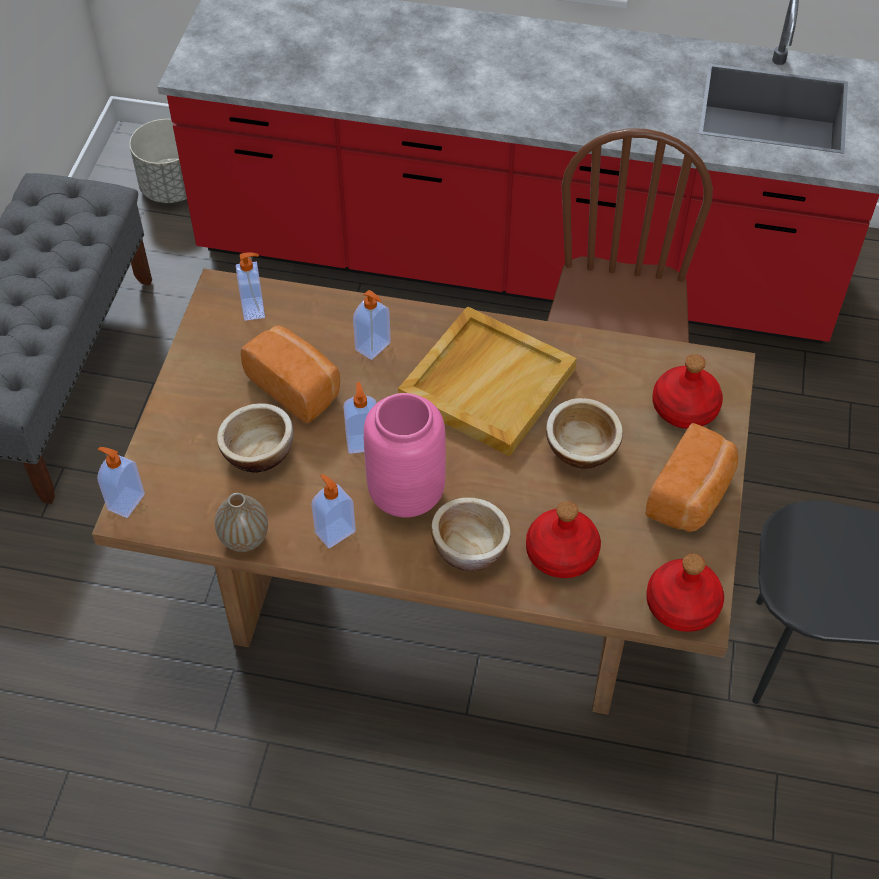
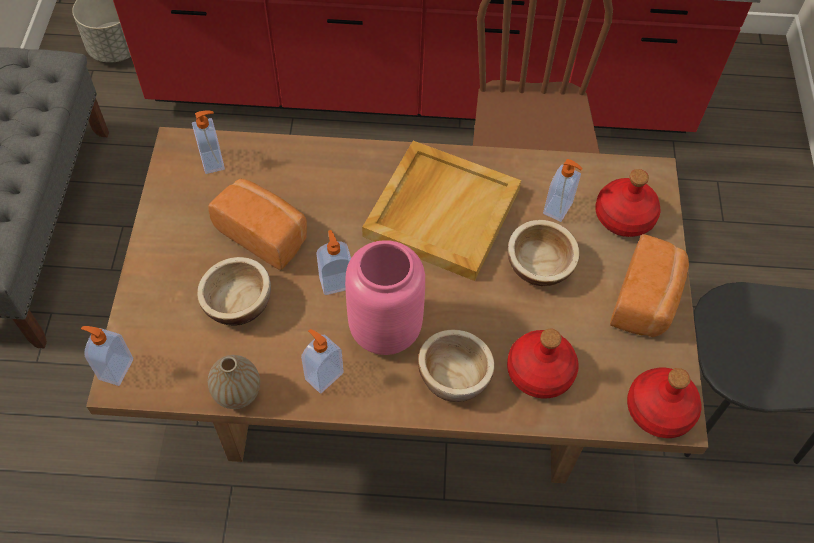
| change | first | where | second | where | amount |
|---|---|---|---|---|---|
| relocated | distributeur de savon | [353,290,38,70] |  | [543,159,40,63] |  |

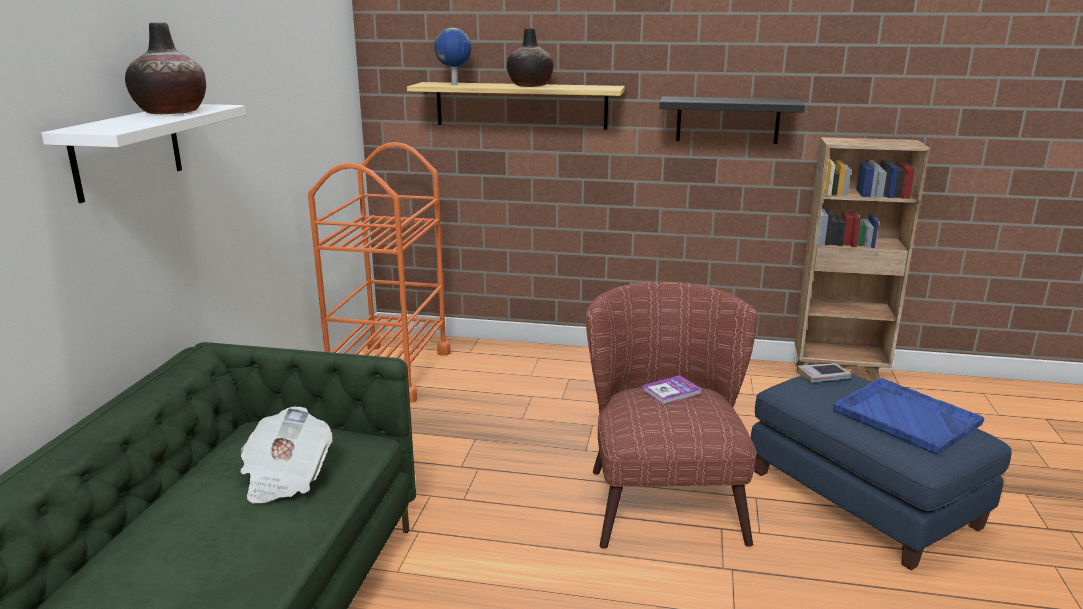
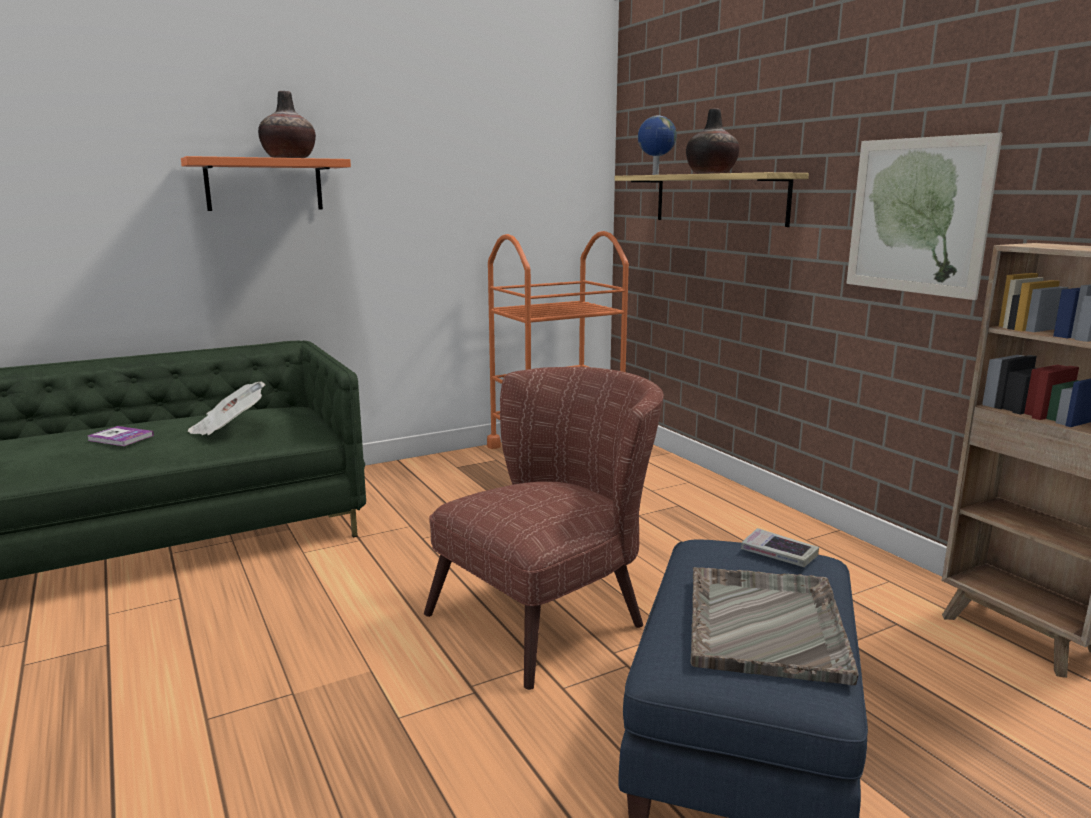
| change | first | where | second | where | amount |
|---|---|---|---|---|---|
| relocated | livre | [641,375,61,30] |  | [88,426,66,20] |  |
| exchanged | étagère [noir] | [659,96,146,48] | tableau | [847,133,156,167] |  |
| colour | étagère [blanc] | [41,104,205,99] | étagère [orange] | [181,156,170,55] |  |
| colour | plateau [bleu] | [833,378,151,76] | plateau [gris] | [690,567,169,118] |  |

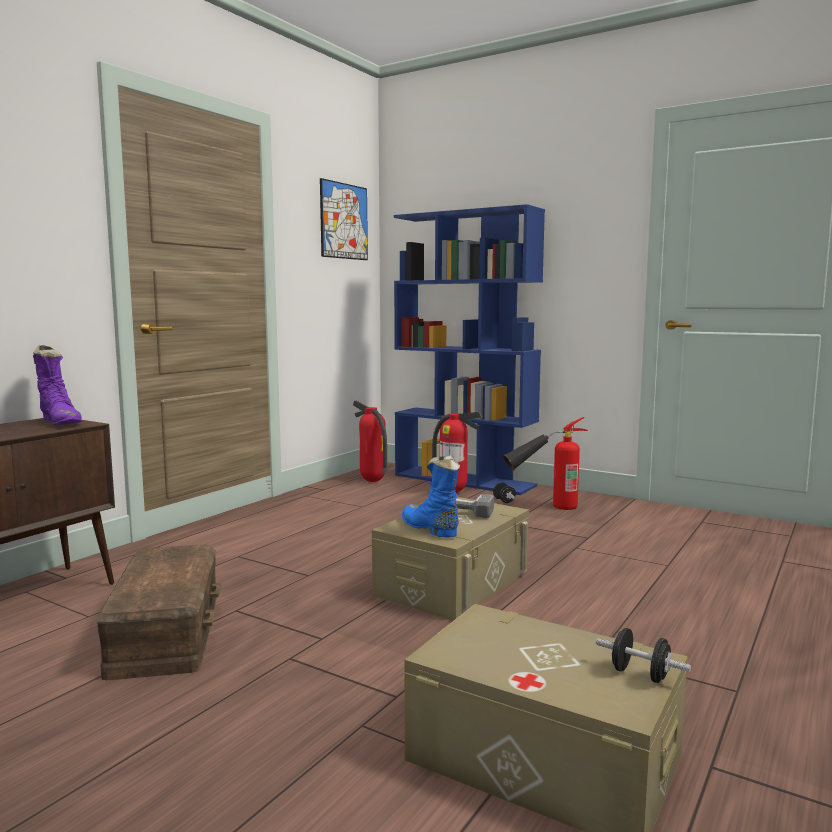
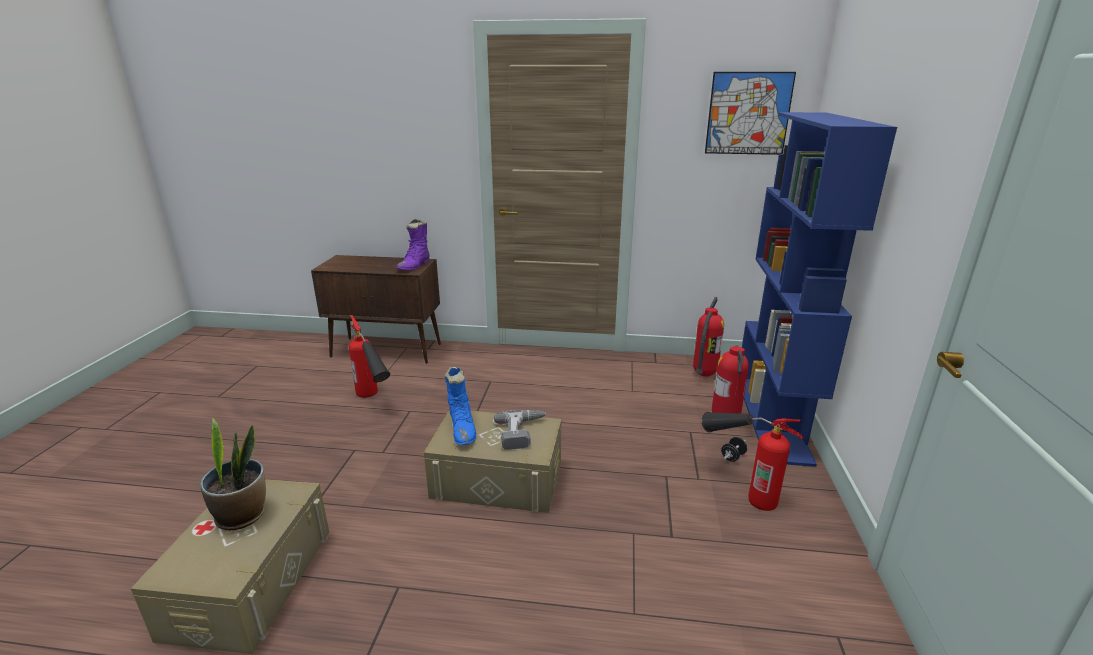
| change | first | where | second | where | amount |
|---|---|---|---|---|---|
| missing | haltère [noir] | [596,628,95,55] |  |  |  |
| appeared |  |  | plante en pot | [200,418,66,112] |  |
| exchanged | boîte de rangement [marron] | [96,545,125,135] | extincteur | [349,315,41,83] |  |
| spun | botte [bleu] | [402,455,58,83] |  | [445,367,31,78] | 135 degrees clockwise |

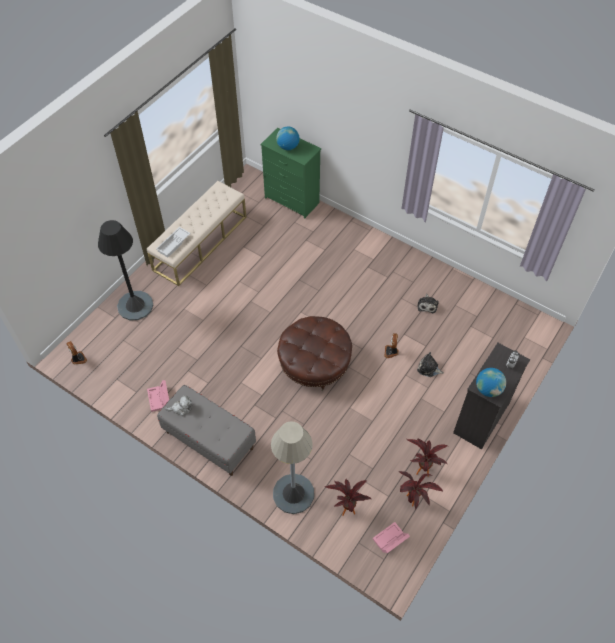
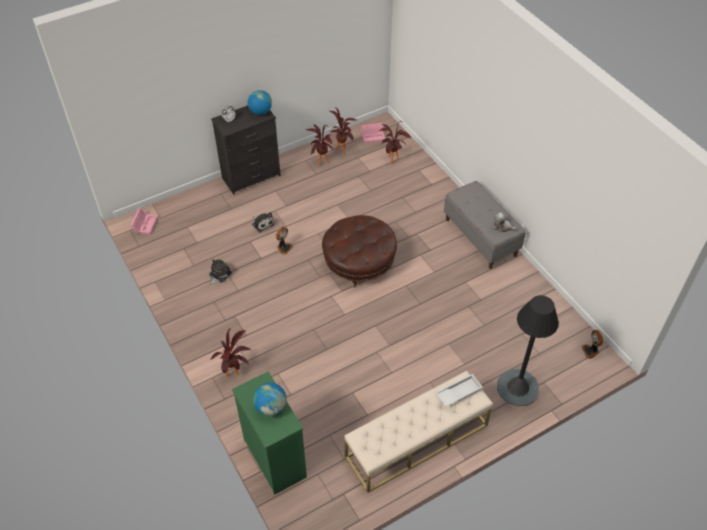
| change | first | where | second | where | amount |
|---|---|---|---|---|---|
| missing | lampadaire [gris] | [271,421,43,93] |  |  |  |
| appeared |  |  | plante en pot | [210,328,41,49] |  |
| relocated | boîte de rangement [rose] | [147,380,22,32] |  | [130,208,28,27] |  |

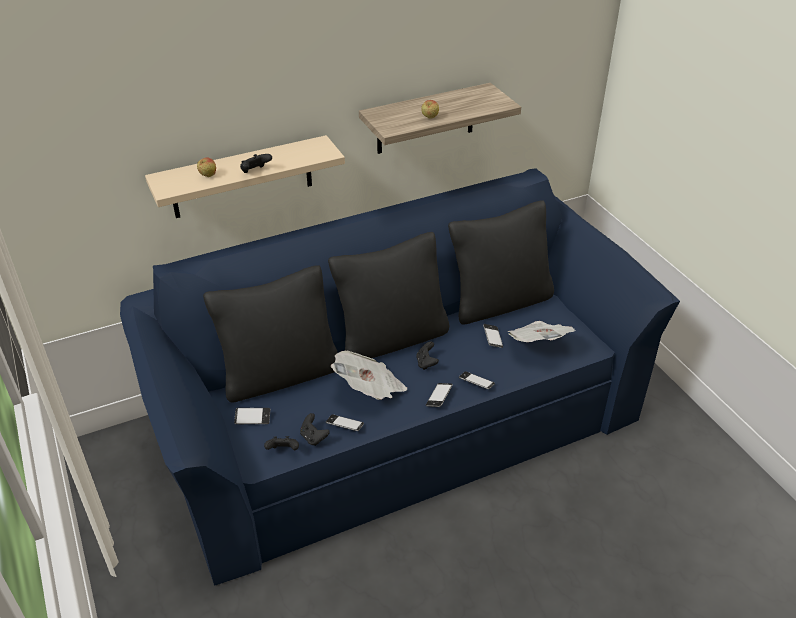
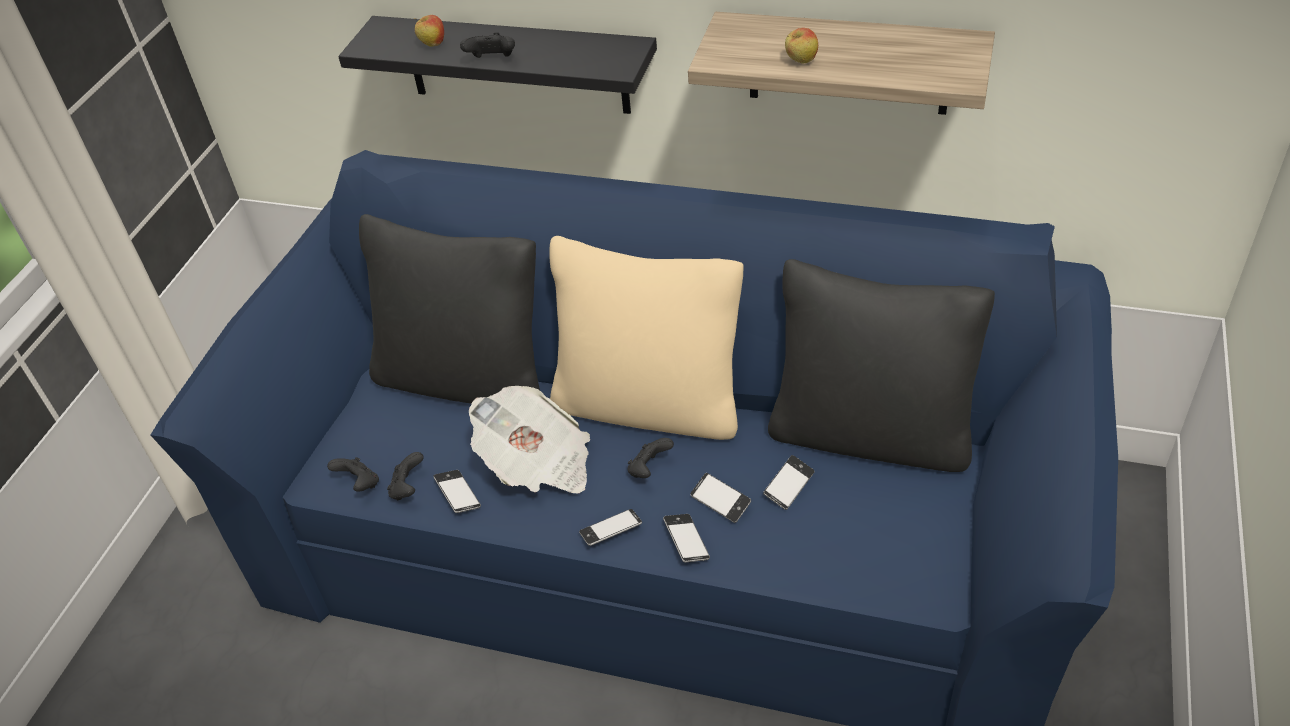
| change | first | where | second | where | amount |
|---|---|---|---|---|---|
| missing | journal | [507,321,68,21] |  |  |  |
| relocated | téléphone | [234,408,36,17] |  | [690,473,61,50] |  |
| colour | étagère [beige] | [145,135,200,83] | étagère [noir] | [338,16,319,98] |  |
| colour | coussin [noir] | [328,232,121,126] | coussin [beige] | [549,236,195,204] |  |

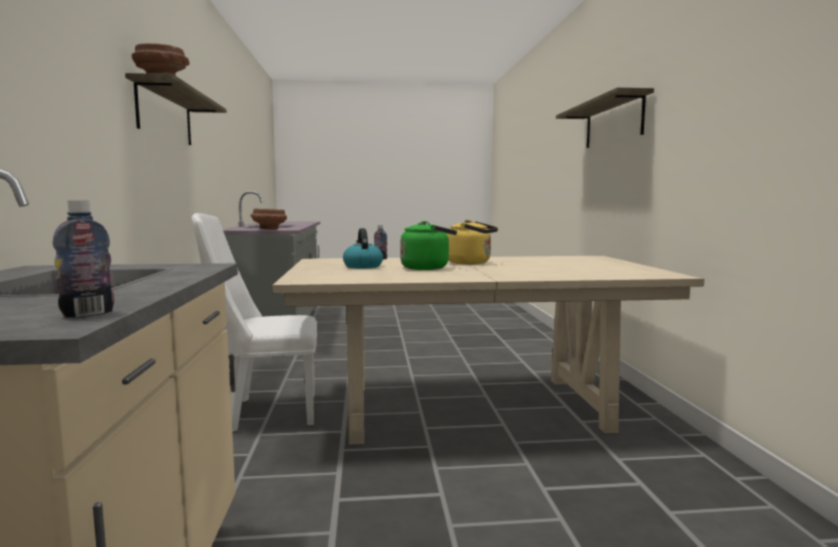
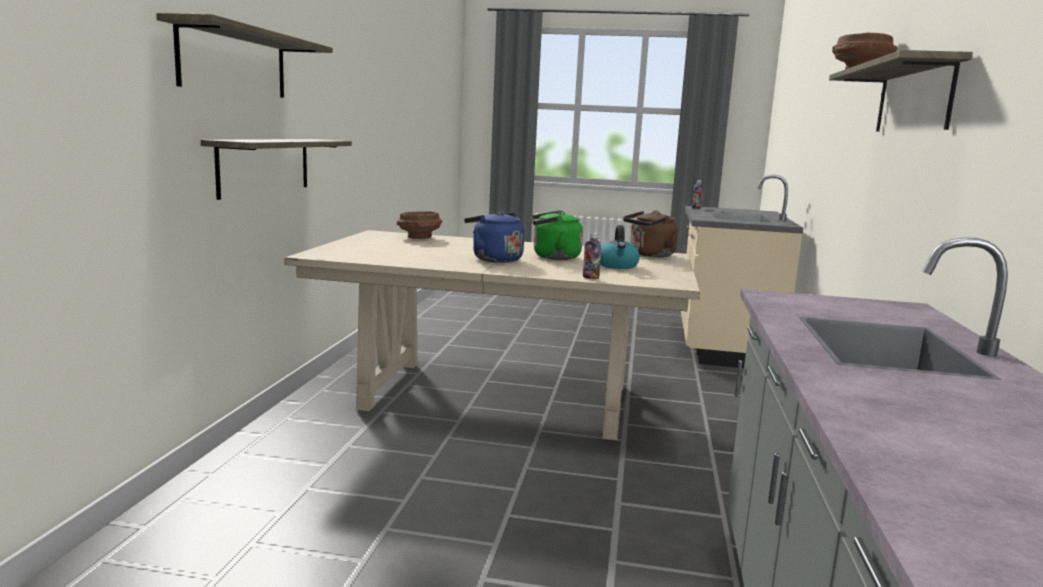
| change | first | where | second | where | amount |
|---|---|---|---|---|---|
| missing | chaise [blanc] | [192,213,125,219] |  |  |  |
| appeared |  |  | étagère | [201,139,151,61] |  |
| appeared |  |  | bouilloire [marron] | [623,211,55,46] |  |
| relocated | bol [marron] | [251,208,36,22] |  | [397,211,45,28] |  |
| colour | bouilloire [jaune] | [447,219,51,46] | bouilloire [bleu] | [464,211,60,52] |  |

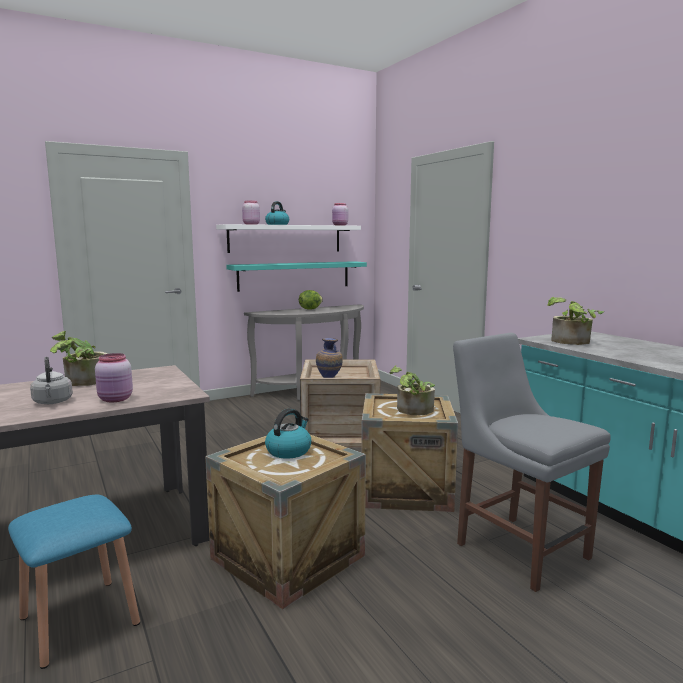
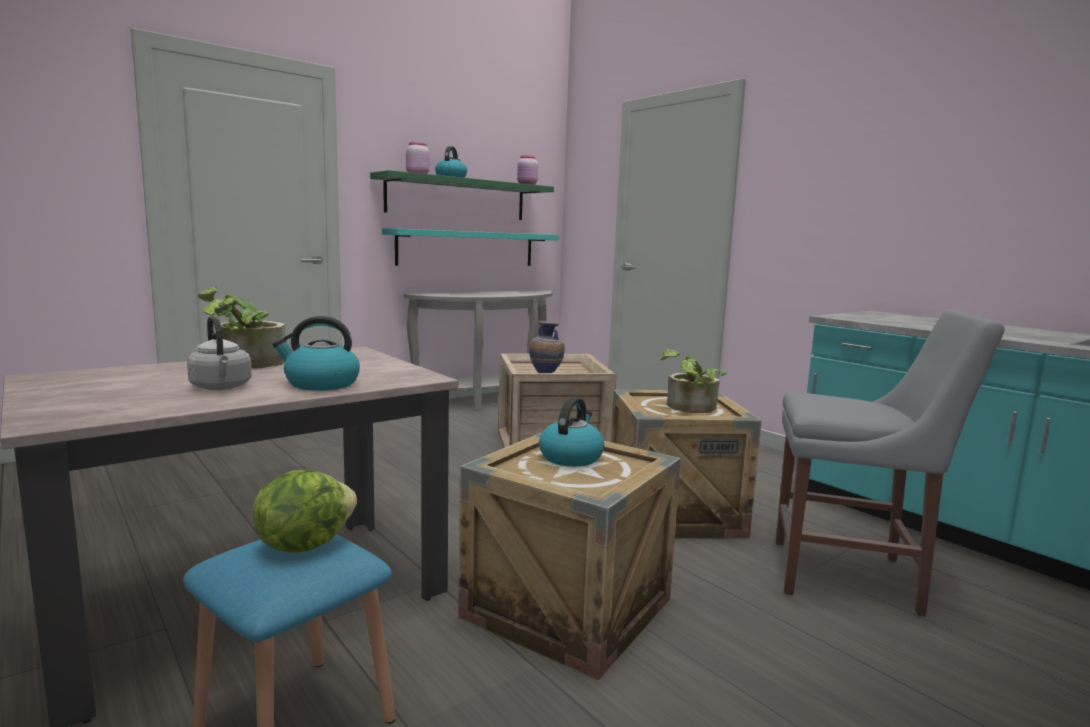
| change | first | where | second | where | amount |
|---|---|---|---|---|---|
| missing | plante en pot | [547,297,57,48] |  |  |  |
| relocated | laitue | [299,290,24,20] |  | [253,470,104,83] |  |
| exchanged | bocal [rose] | [95,353,38,49] | bouilloire | [272,316,88,75] |  |
| colour | étagère [blanc] | [216,224,145,29] | étagère [vert] | [370,170,184,50] |  |
| spun | chaise [gris] | [453,333,158,259] |  | [776,309,229,308] | 150 degrees clockwise |

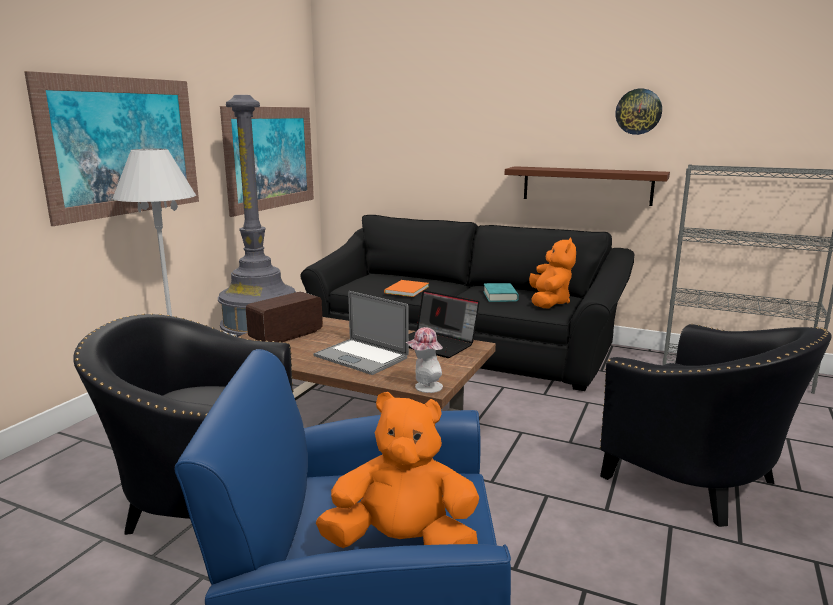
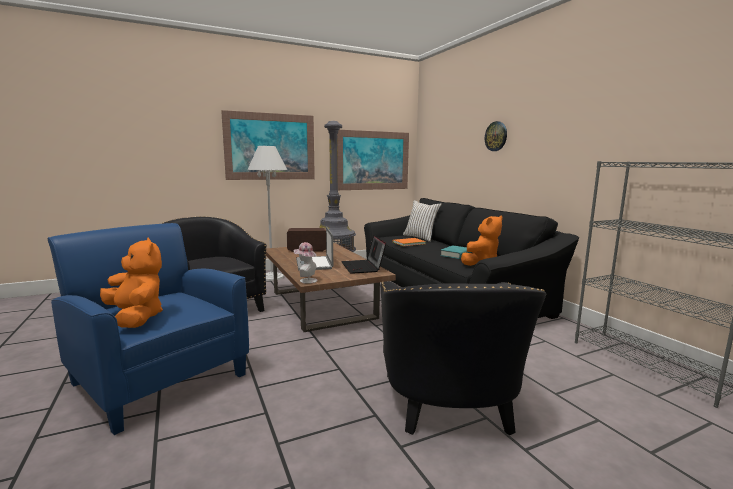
| change | first | where | second | where | amount |
|---|---|---|---|---|---|
| missing | étagère [marron] | [505,166,165,40] |  |  |  |
| appeared |  |  | coussin [blanc] | [403,201,39,41] |  |
| relocated | horloge murale | [615,89,47,46] |  | [485,121,22,30] |  |

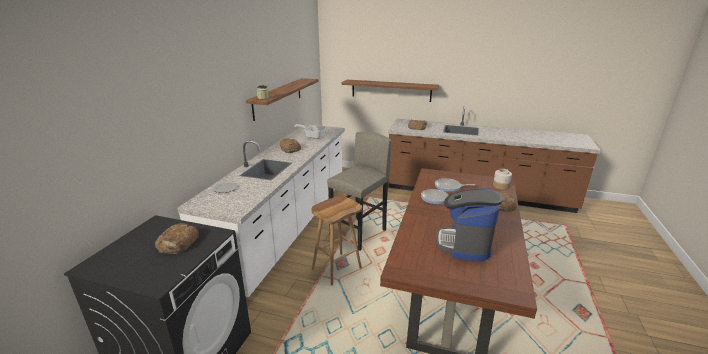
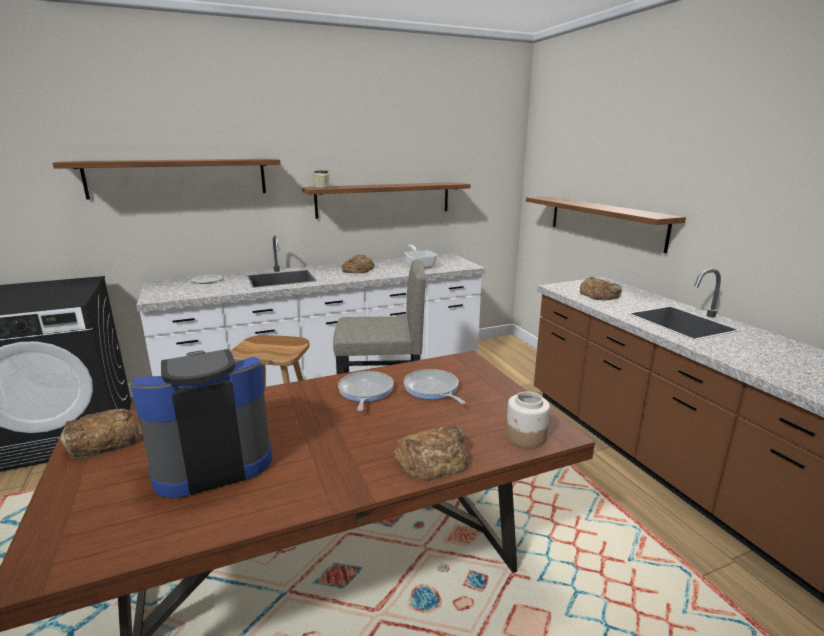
| change | first | where | second | where | amount |
|---|---|---|---|---|---|
| appeared |  |  | étagère | [53,159,228,41] |  |
| relocated | pain | [155,223,44,31] |  | [60,408,83,50] |  |

